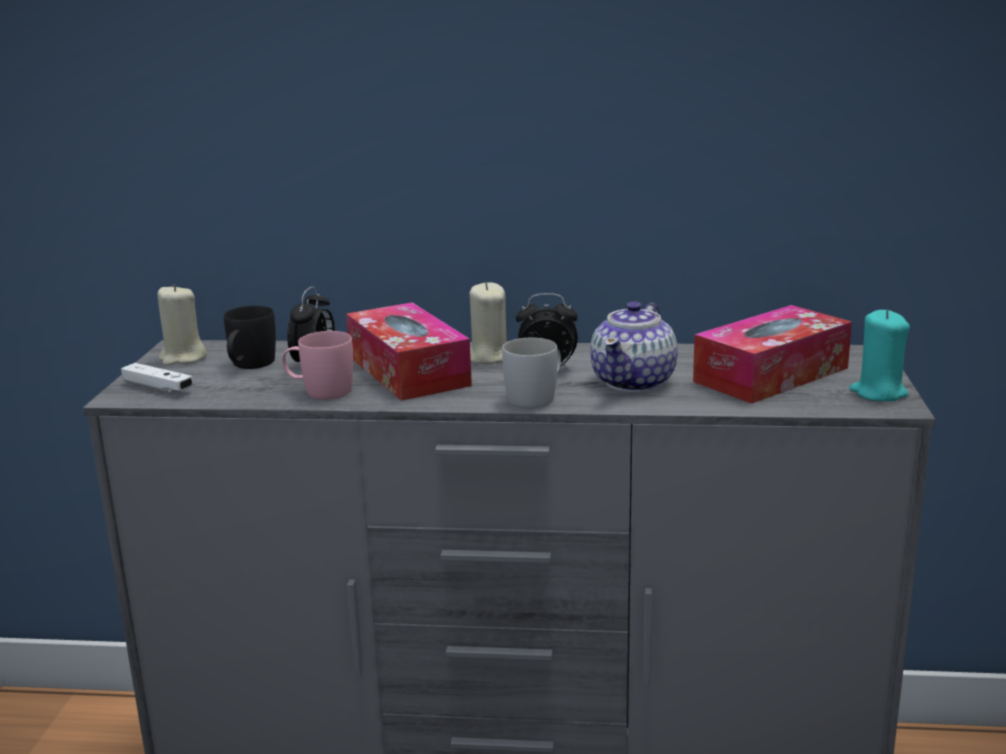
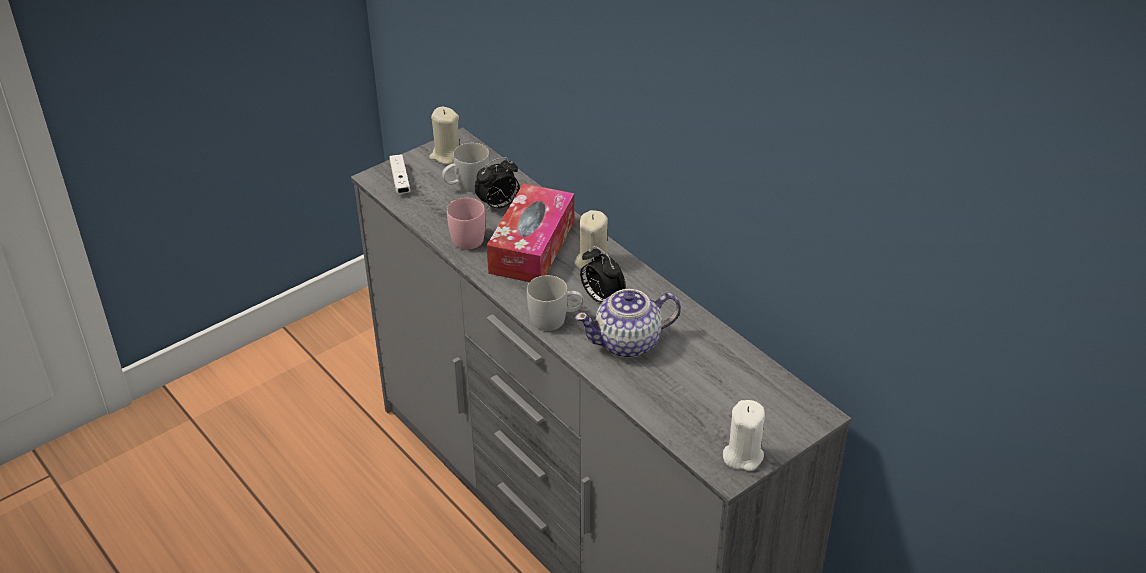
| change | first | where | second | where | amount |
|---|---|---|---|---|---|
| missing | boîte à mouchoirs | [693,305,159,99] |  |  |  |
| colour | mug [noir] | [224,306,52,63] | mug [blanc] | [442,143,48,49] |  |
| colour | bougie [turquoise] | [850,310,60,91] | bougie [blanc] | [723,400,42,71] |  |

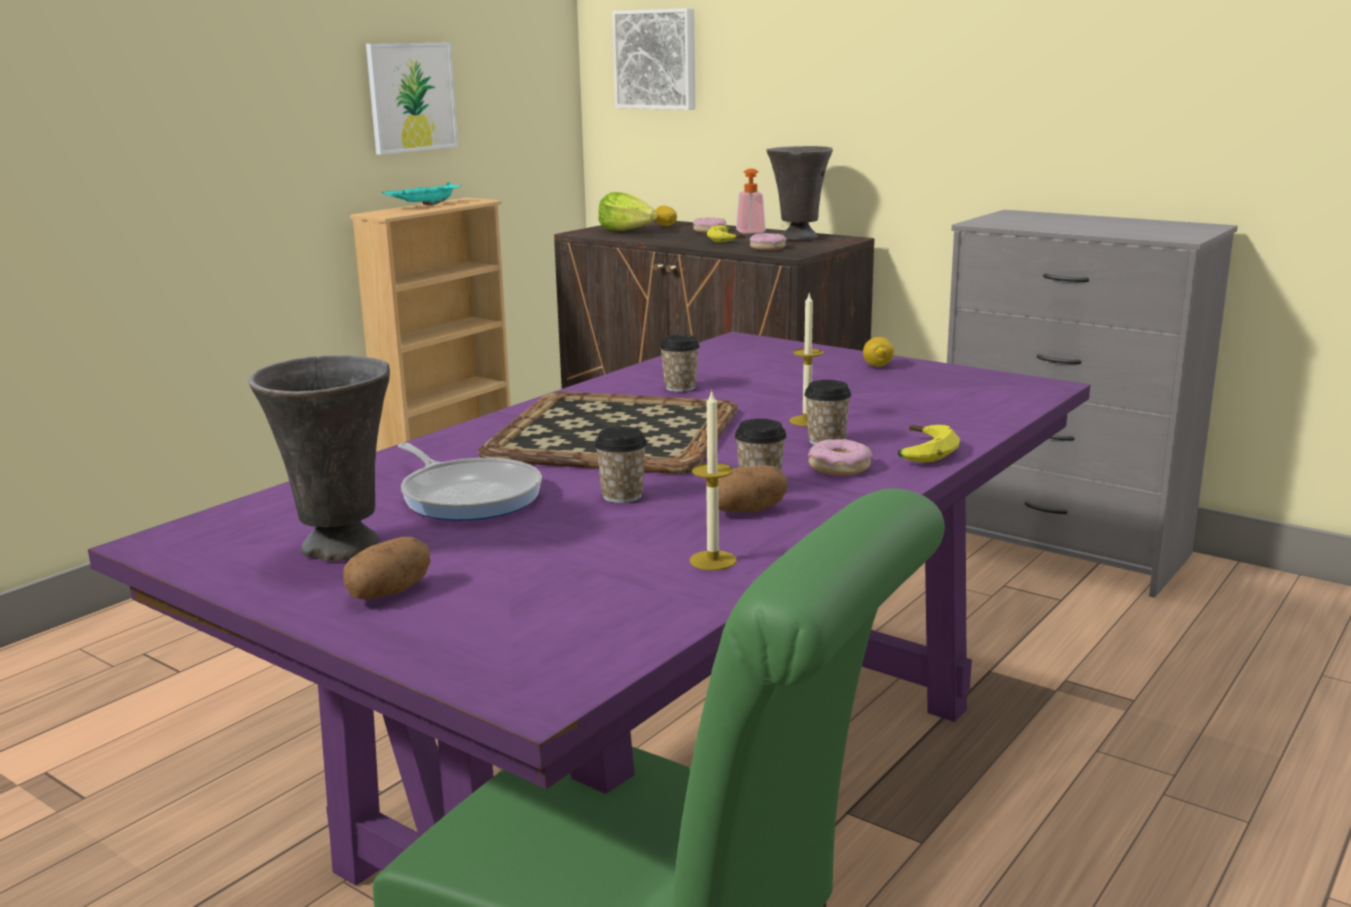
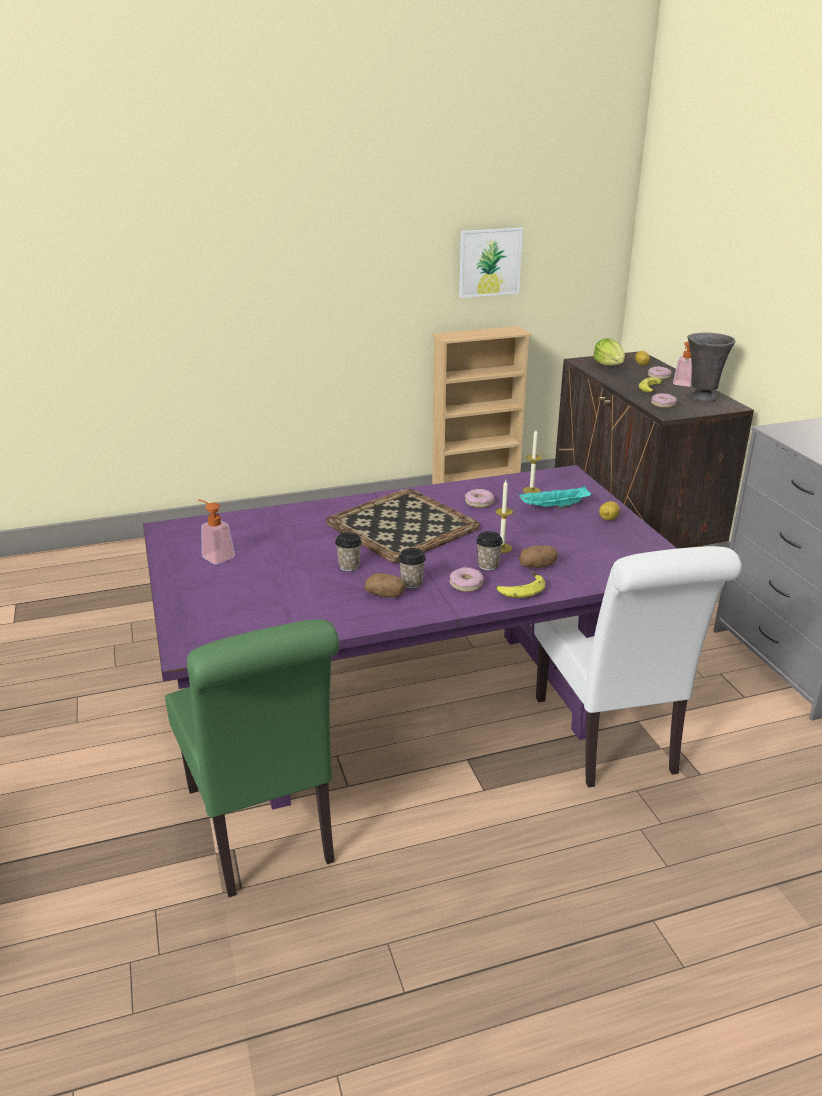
| change | first | where | second | where | amount |
|---|---|---|---|---|---|
| missing | poêle | [398,443,144,78] |  |  |  |
| missing | tableau | [612,8,83,102] |  |  |  |
| appeared |  |  | chaise [blanc] | [534,546,208,242] |  |
| relocated | pomme de terre | [343,537,87,63] |  | [519,545,38,23] |  |
| relocated | plateau [turquoise] | [382,182,79,23] |  | [519,486,72,23] |  |
| relocated | bougie | [690,389,47,182] |  | [523,430,19,64] |  |
| exchanged | vase [gris] | [249,355,141,206] | distributeur de savon | [198,499,37,66] |  |
| exchanged | tasse | [660,335,40,57] | beignet | [465,489,29,19] |  |

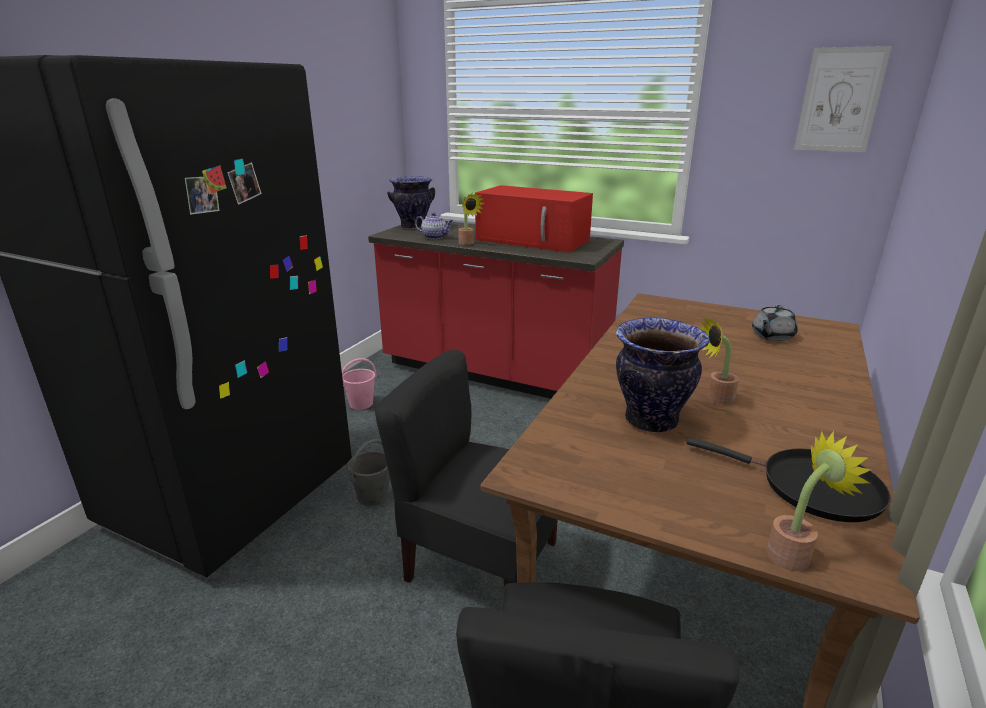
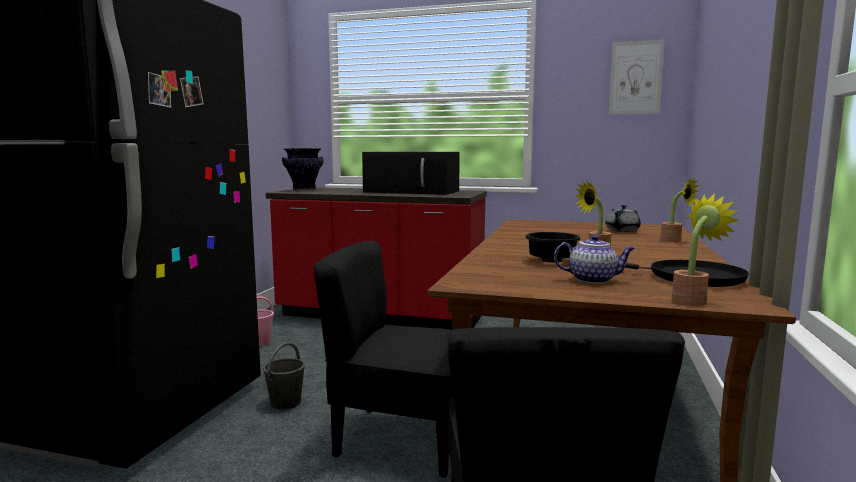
| change | first | where | second | where | amount |
|---|---|---|---|---|---|
| relocated | théière | [415,212,38,27] |  | [554,235,81,49] |  |
| relocated | plante en pot | [458,192,27,53] |  | [660,177,40,65] |  |
| exchanged | vase | [616,318,94,115] | bol [noir] | [525,232,56,31] |  |
| colour | micro-ondes [rouge] | [475,185,118,68] | micro-ondes [noir] | [362,152,98,43] |  |

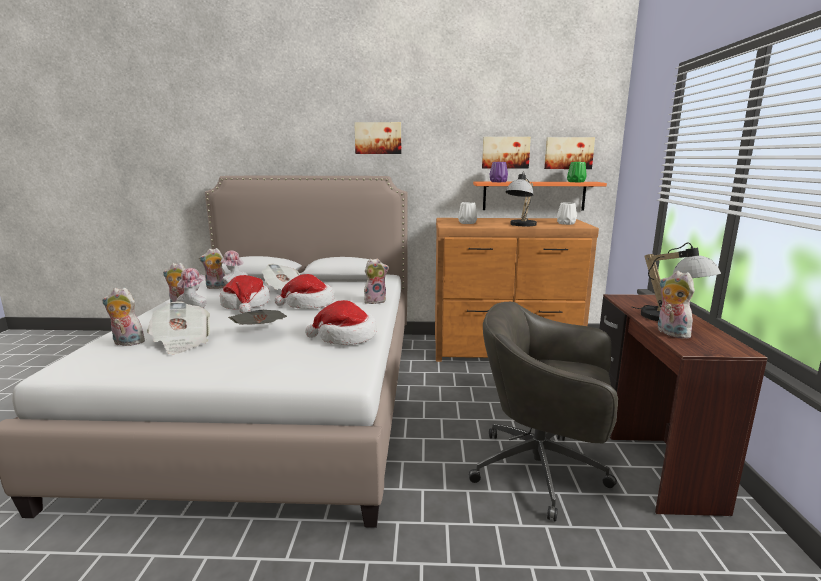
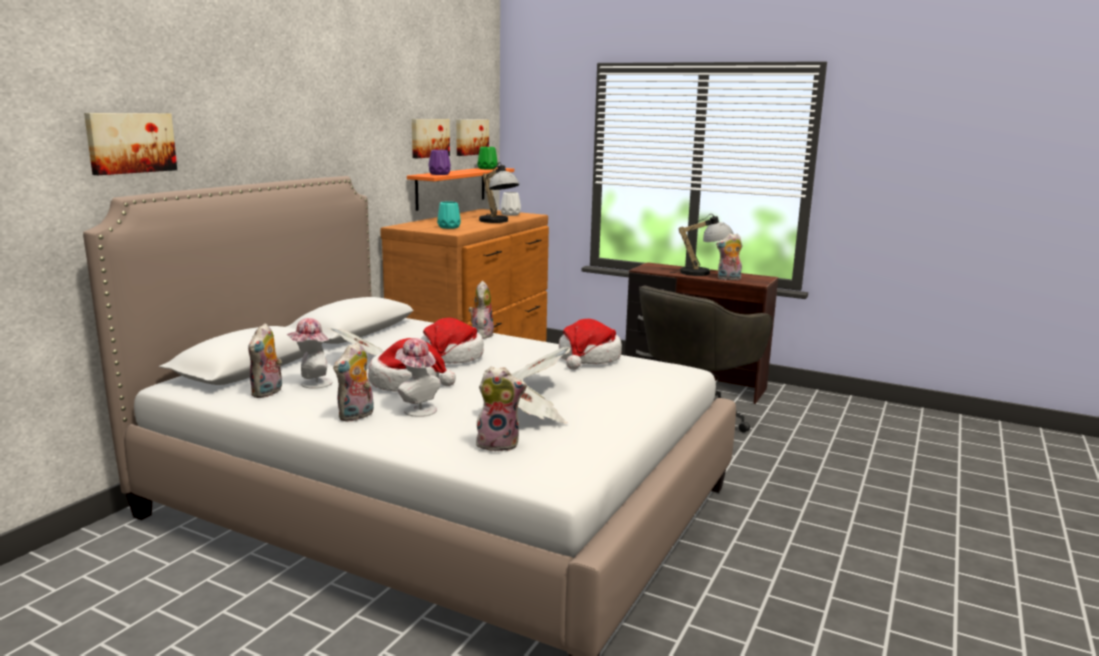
| change | first | where | second | where | amount |
|---|---|---|---|---|---|
| relocated | tableau | [354,122,47,32] |  | [84,113,93,62] |  |
| colour | vase [blanc] | [458,202,19,22] | vase [turquoise] | [437,201,24,28] |  |
| spun | peluche | [102,288,43,58] |  | [476,366,51,86] | 120 degrees counterclockwise |

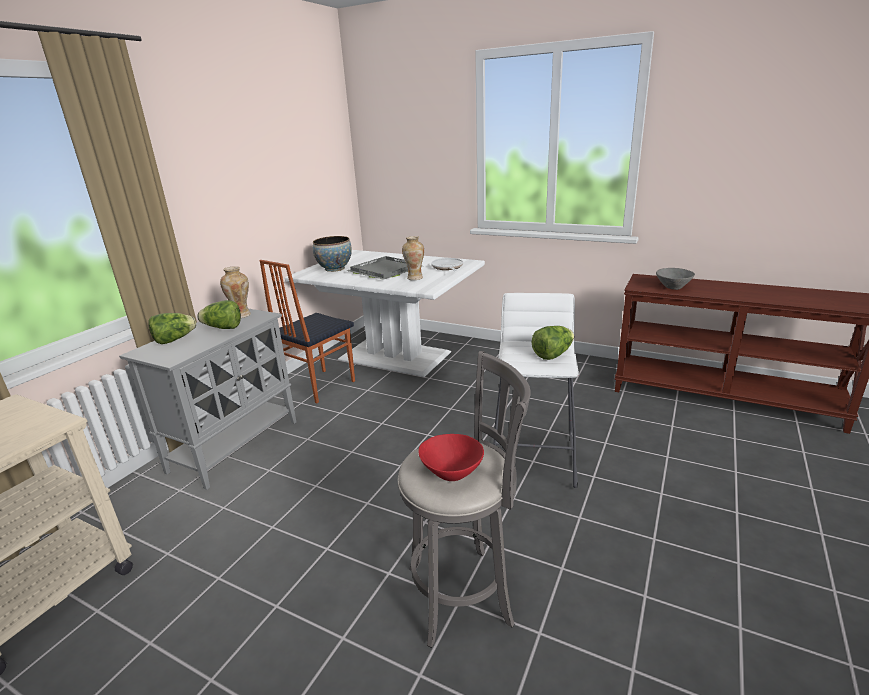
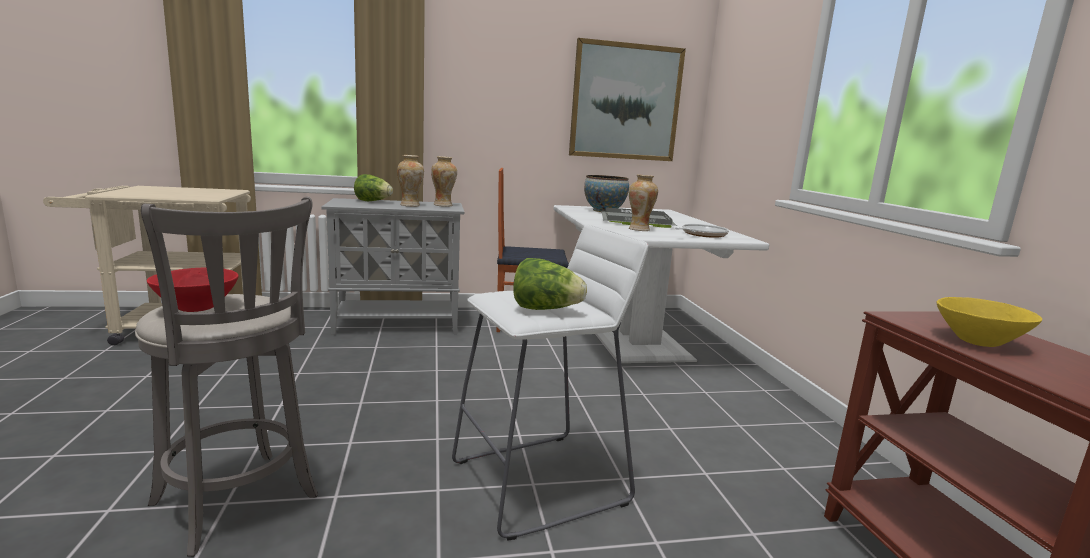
| change | first | where | second | where | amount |
|---|---|---|---|---|---|
| appeared |  |  | tableau | [569,38,117,123] |  |
| exchanged | laitue | [197,300,44,29] | vase | [397,155,27,52] |  |
| colour | bol [gris] | [656,268,39,22] | bol [jaune] | [937,297,105,50] |  |

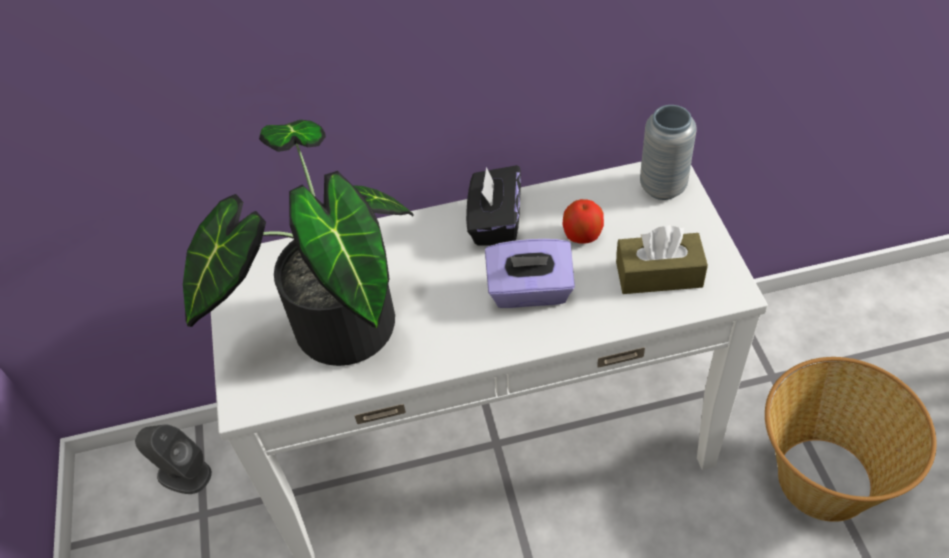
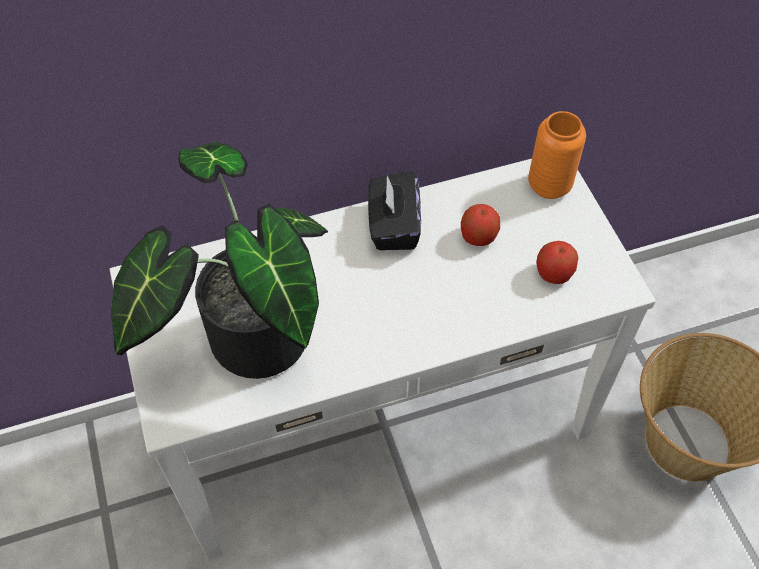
| change | first | where | second | where | amount |
|---|---|---|---|---|---|
| missing | enceinte [gris] | [135,425,77,69] |  |  |  |
| missing | boîte à mouchoirs [violet] | [485,239,90,69] |  |  |  |
| exchanged | boîte à mouchoirs [marron] | [616,225,92,69] | pomme | [536,241,42,43] |  |
| colour | vase [gris] | [640,105,57,95] | vase [orange] | [528,111,58,88] |  |

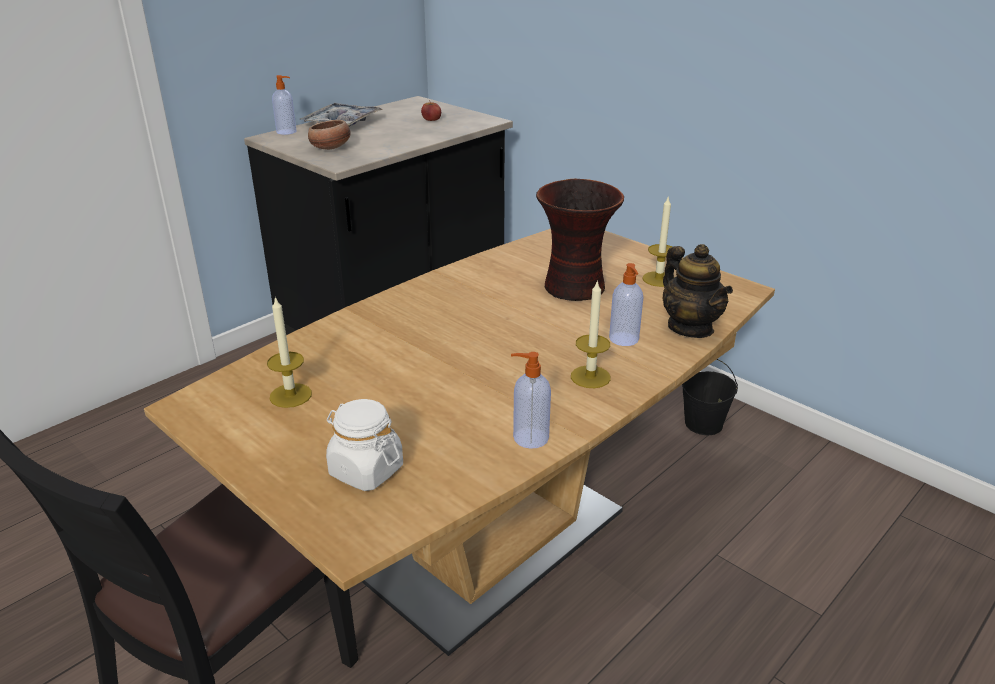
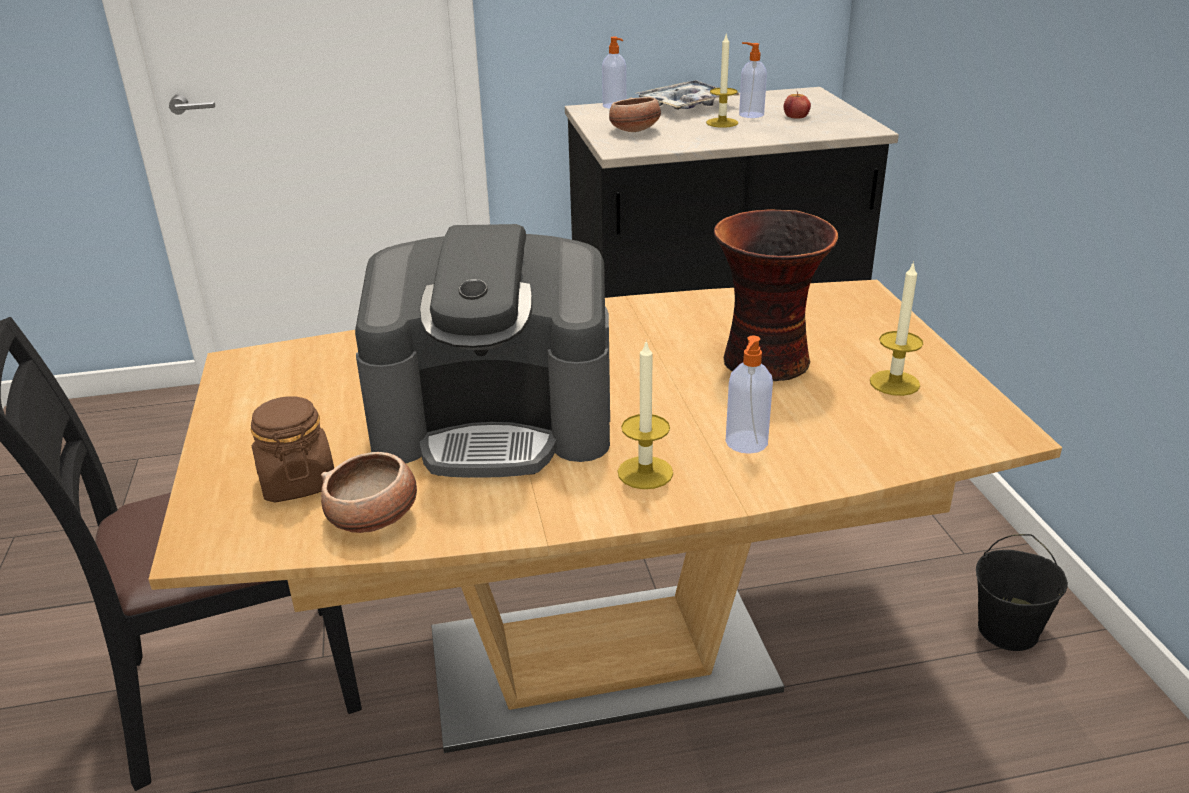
| change | first | where | second | where | amount |
|---|---|---|---|---|---|
| missing | théière | [663,244,70,94] |  |  |  |
| appeared |  |  | bol | [321,452,96,81] |  |
| appeared |  |  | machine à café | [355,224,255,254] |  |
| relocated | bougie | [267,297,45,111] |  | [706,35,32,93] |  |
| relocated | distributeur de savon | [511,352,40,97] |  | [739,42,28,76] |  |
| colour | bocal [blanc] | [326,399,77,92] | bocal [marron] | [251,396,83,107] |  |

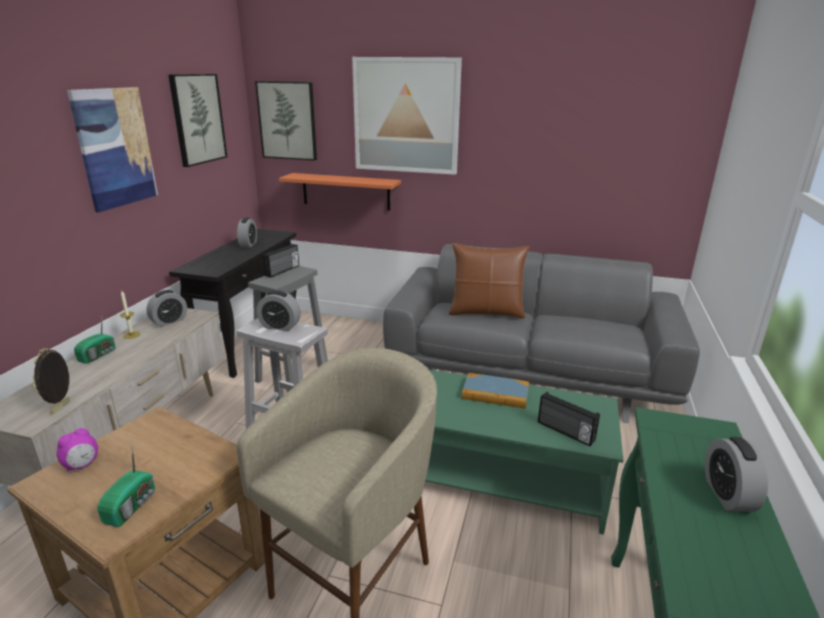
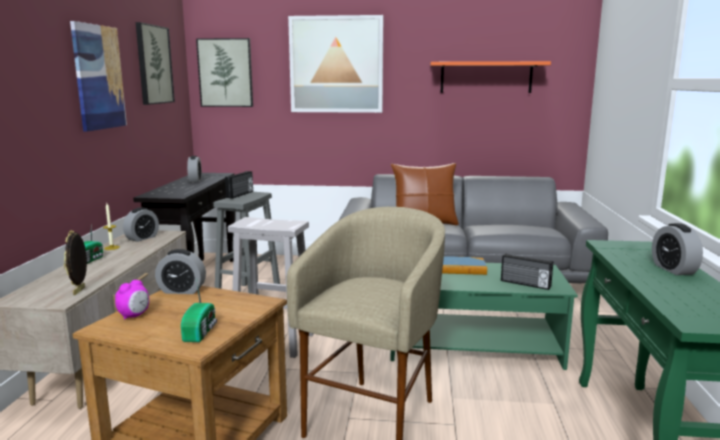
| change | first | where | second | where | amount |
|---|---|---|---|---|---|
| relocated | réveil | [257,290,44,41] |  | [155,249,51,45] |  |
| relocated | étagère [orange] | [279,173,122,38] |  | [430,61,121,32] |  |

